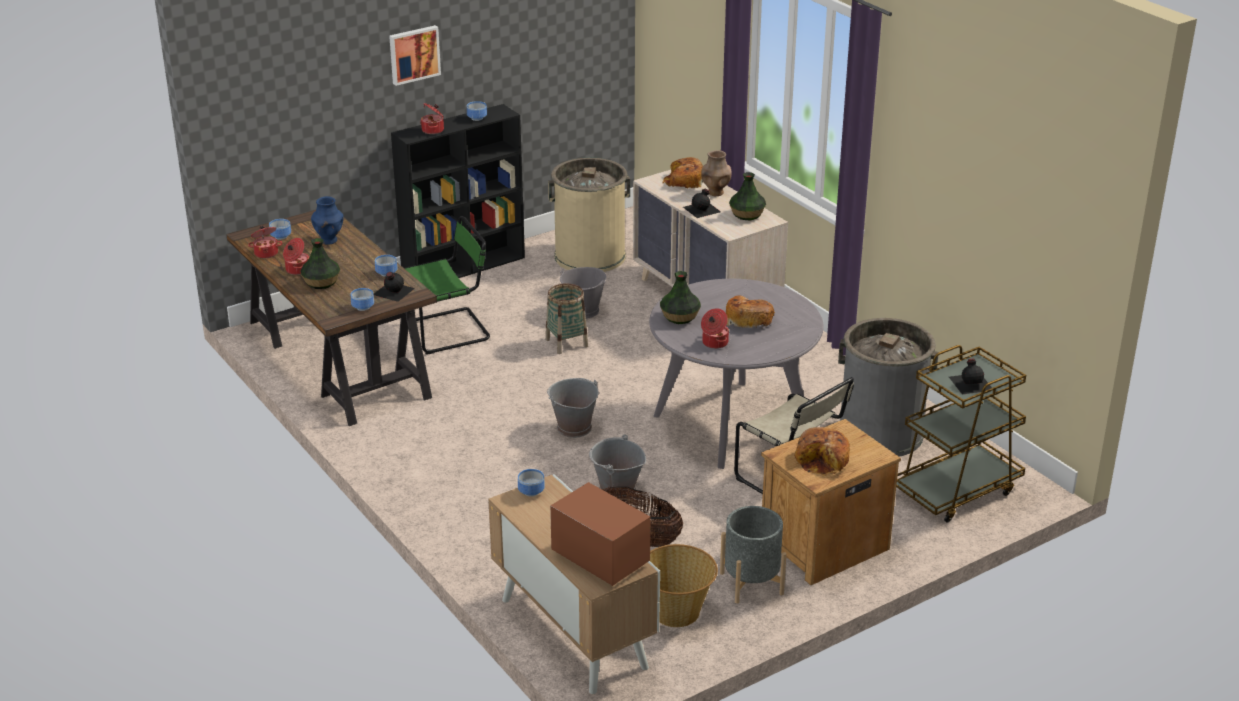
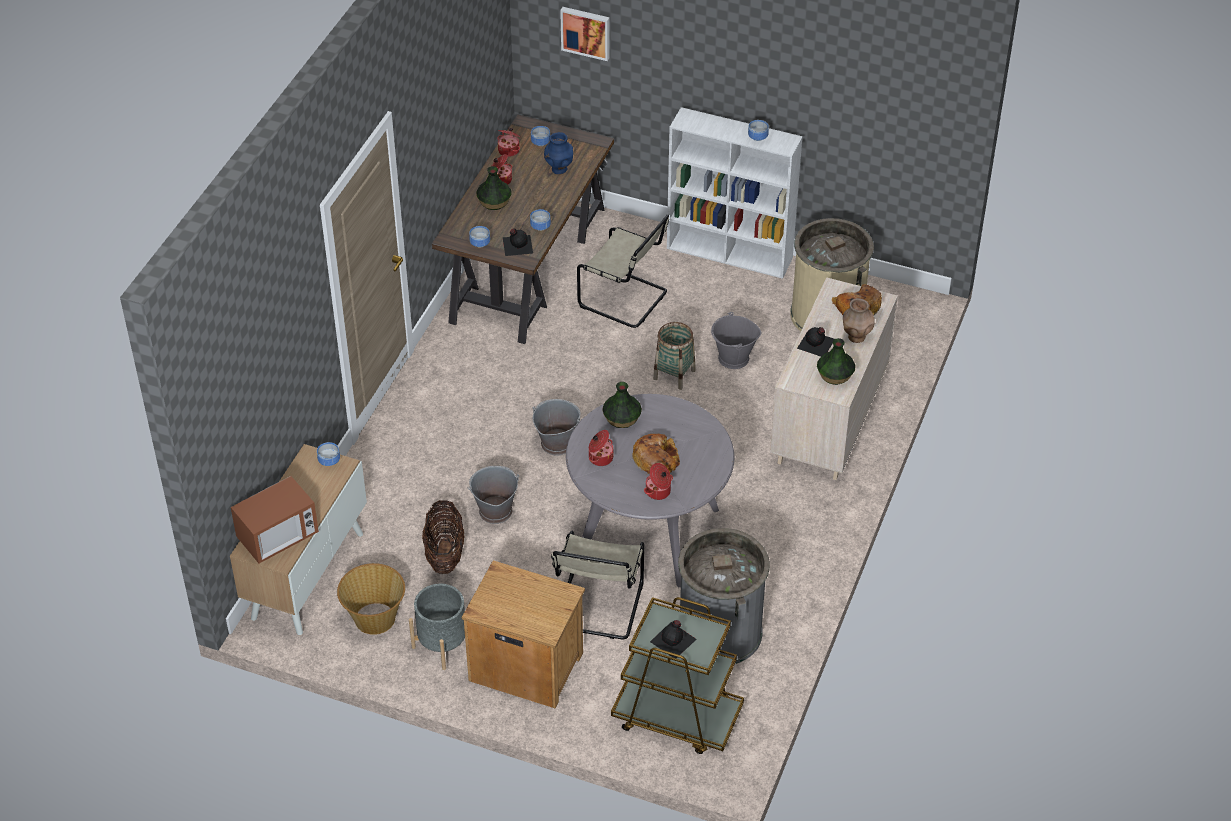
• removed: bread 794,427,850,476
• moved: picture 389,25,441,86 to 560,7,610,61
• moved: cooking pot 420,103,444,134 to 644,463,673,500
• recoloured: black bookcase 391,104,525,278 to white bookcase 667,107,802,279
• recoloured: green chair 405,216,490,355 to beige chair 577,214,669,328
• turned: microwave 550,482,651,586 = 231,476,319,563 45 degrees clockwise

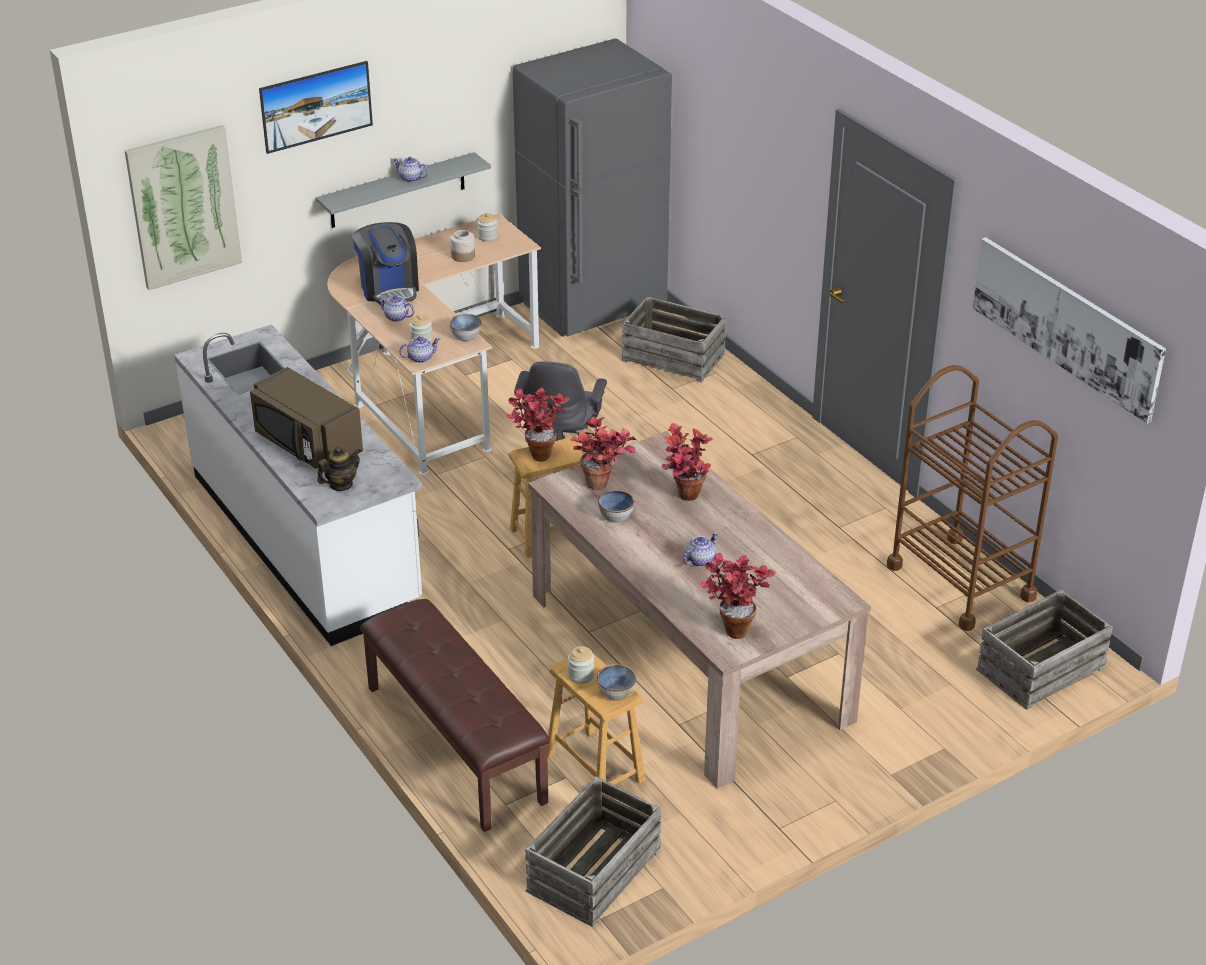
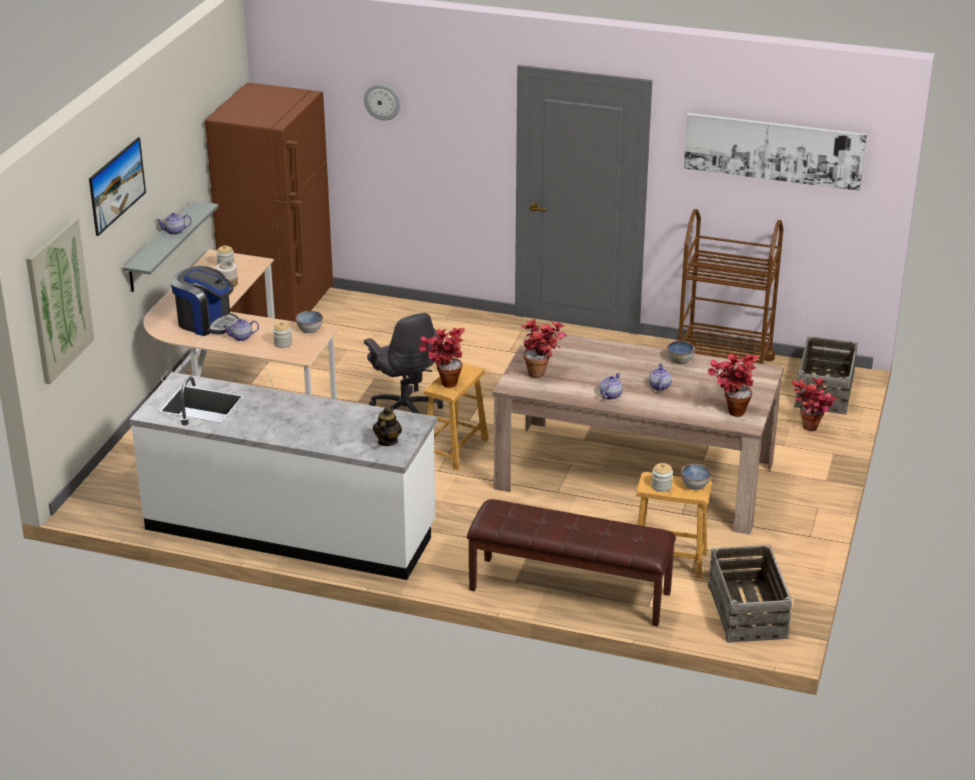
• removed: brown microwave 250,367,363,469
• removed: crate 622,296,726,382
• added: wall clock 364,84,400,121
• moved: teapot 399,336,440,363 to 600,373,623,400
• moved: bowl 598,490,635,523 to 667,341,695,364
• moved: potted plant 662,423,713,501 to 792,377,839,431
• recoloured: grey fridge 512,39,672,337 to brown fridge 205,82,333,322

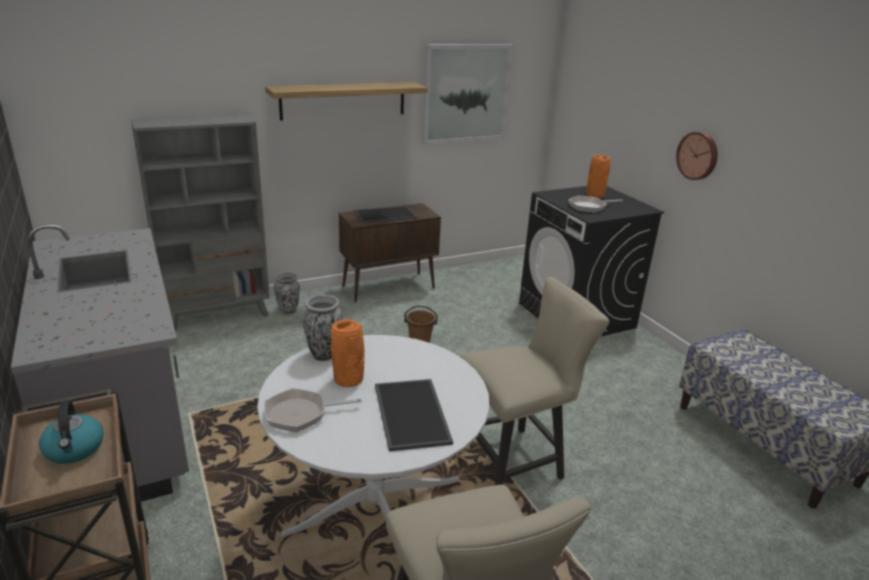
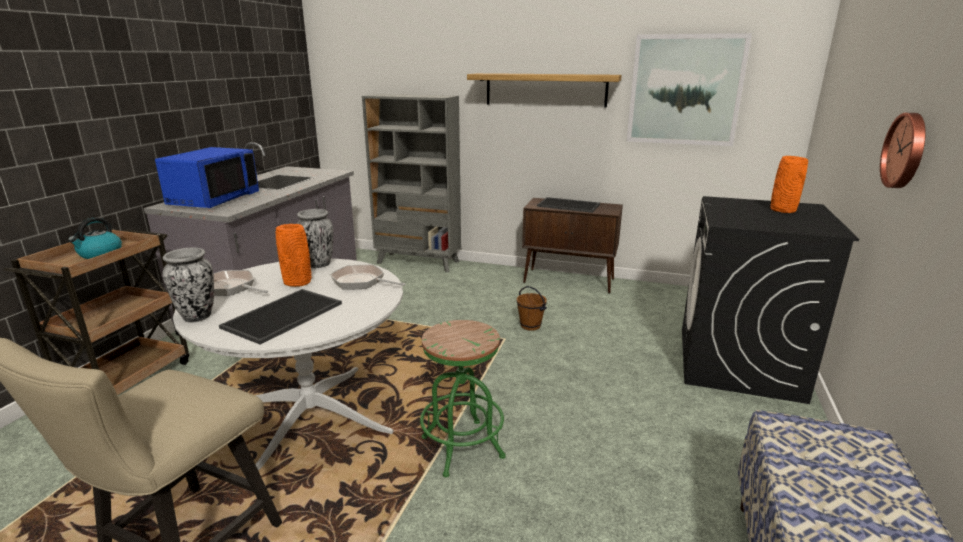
• added: blue microwave 155,147,259,208
• moved: vase 274,272,300,314 to 162,248,214,322
• moved: frying pan 568,195,623,213 to 330,265,406,290
• replaced: beige chair 460,277,609,485 to green stool 420,320,506,477

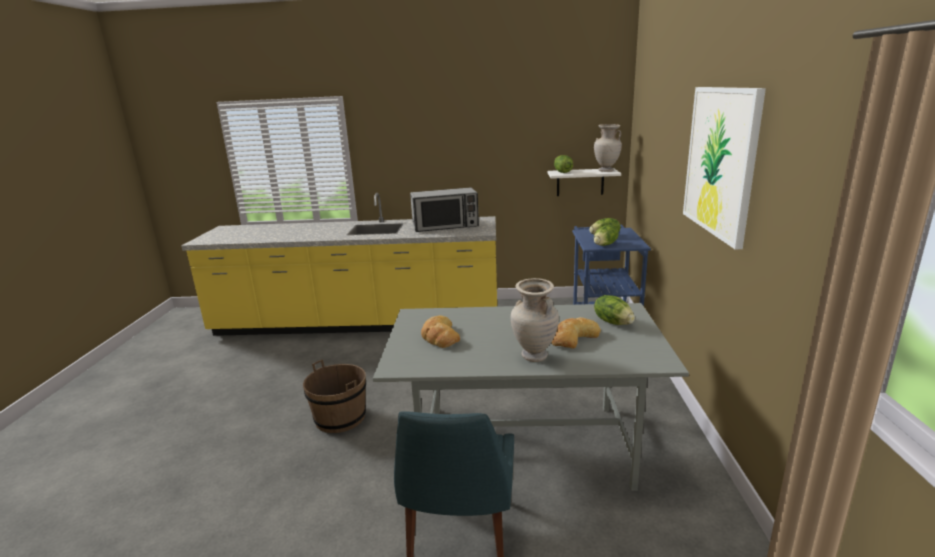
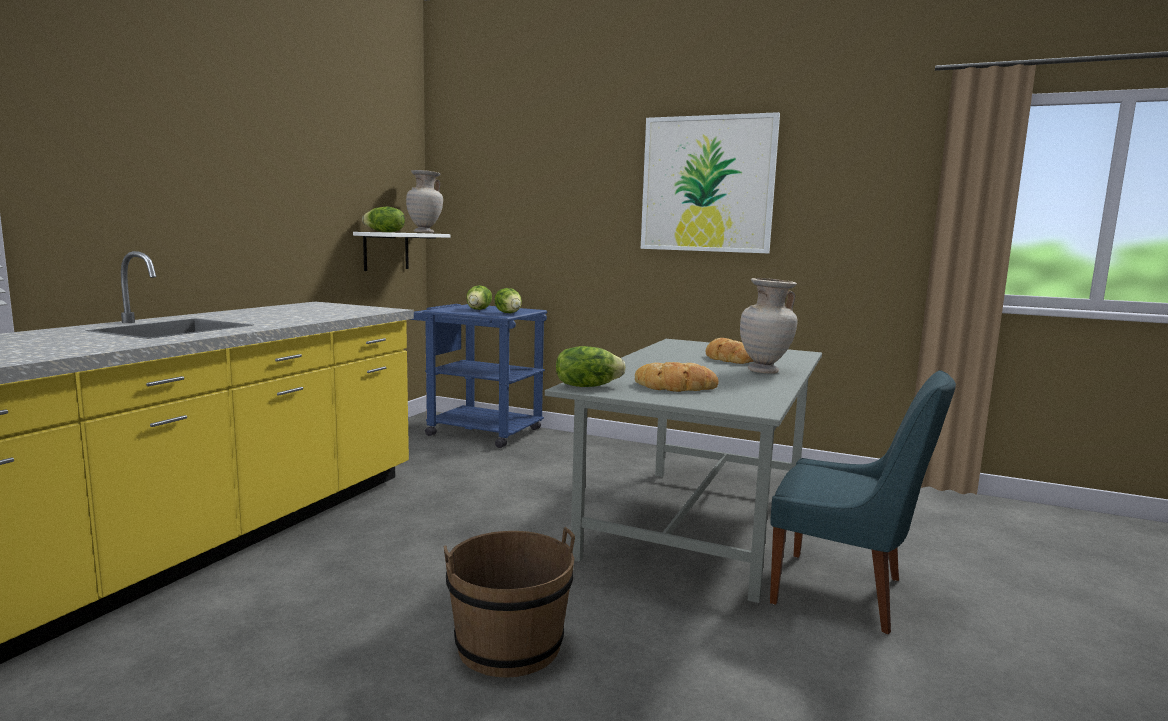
• removed: microwave 410,188,479,232
• moved: lettuce 594,295,635,325 to 556,346,626,387

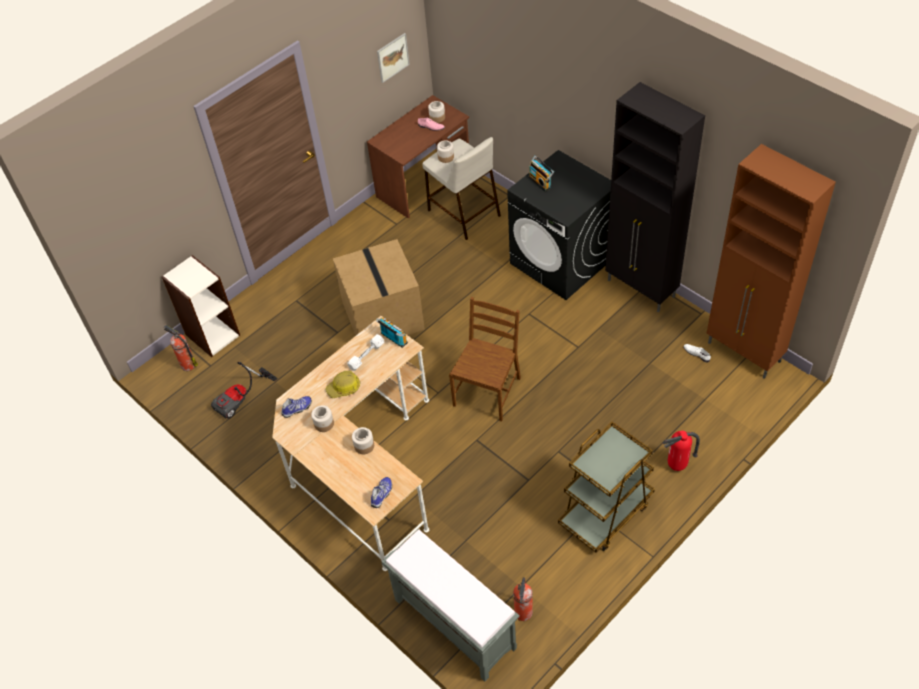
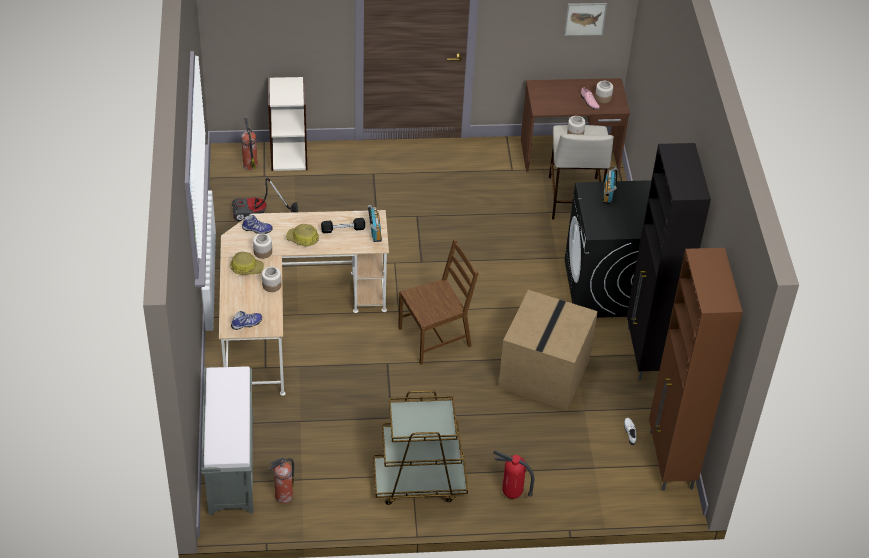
• added: hard hat 230,252,264,275
• moved: cardboard box 333,239,425,335 to 498,290,598,410
• recoloured: white dumbbell 348,334,384,371 to black dumbbell 321,218,365,233

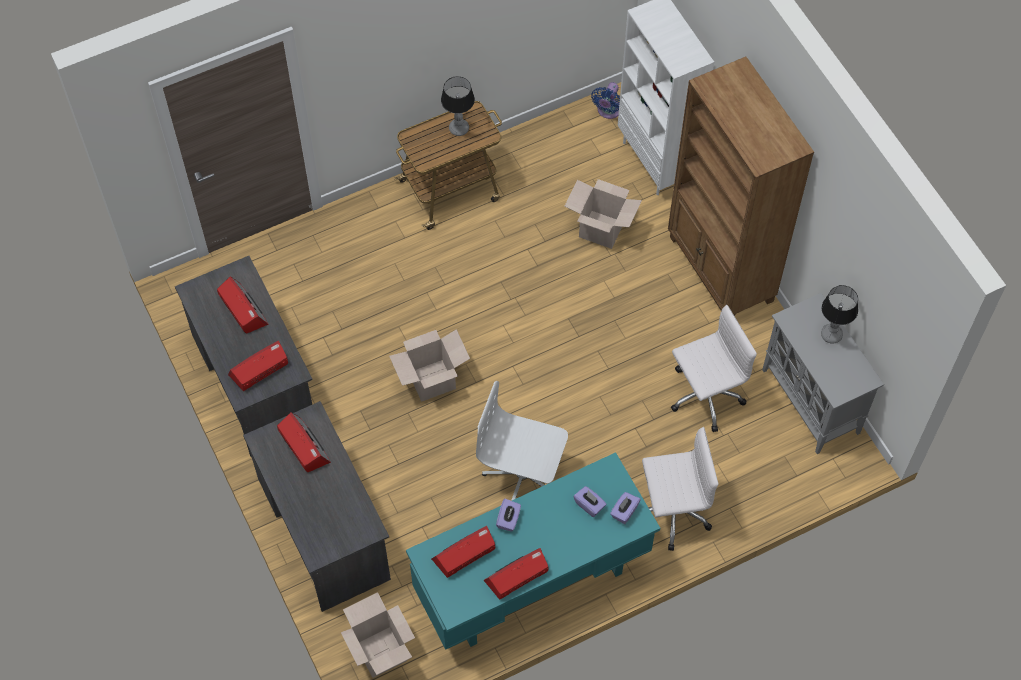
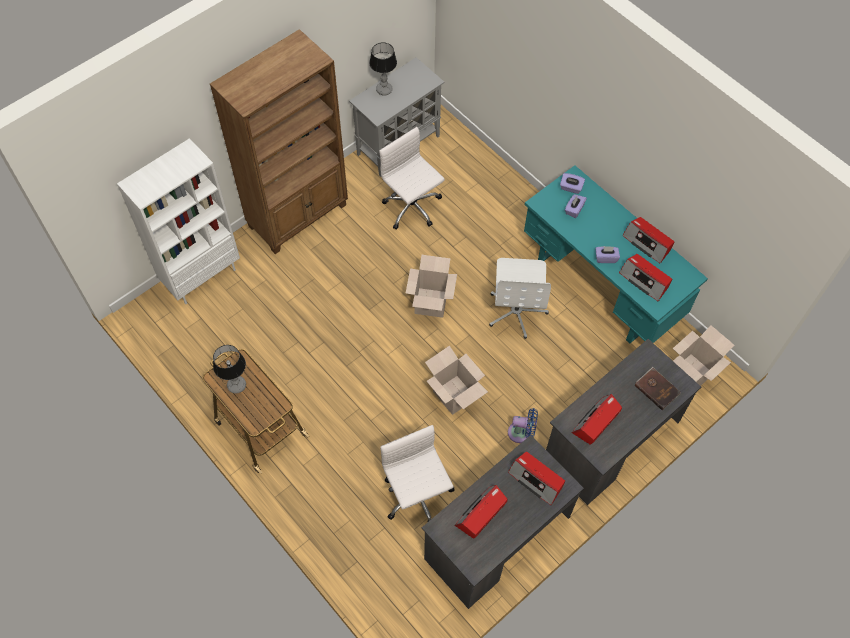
• added: brown book 635,367,681,410
• moved: cardboard box 565,179,642,249 to 406,255,457,318
• moved: blue fan 591,82,620,119 to 508,408,538,443
• moved: white office chair 642,427,719,551 to 380,425,454,522

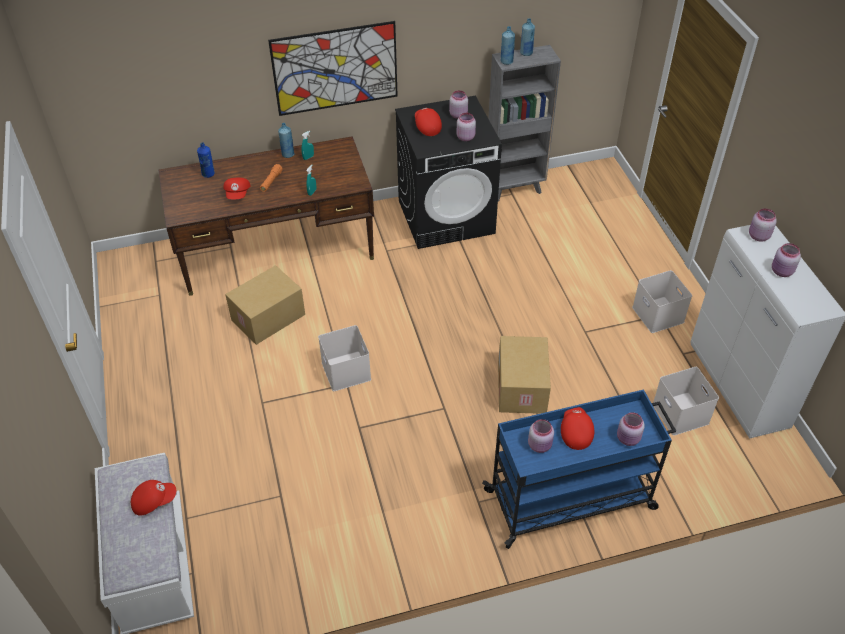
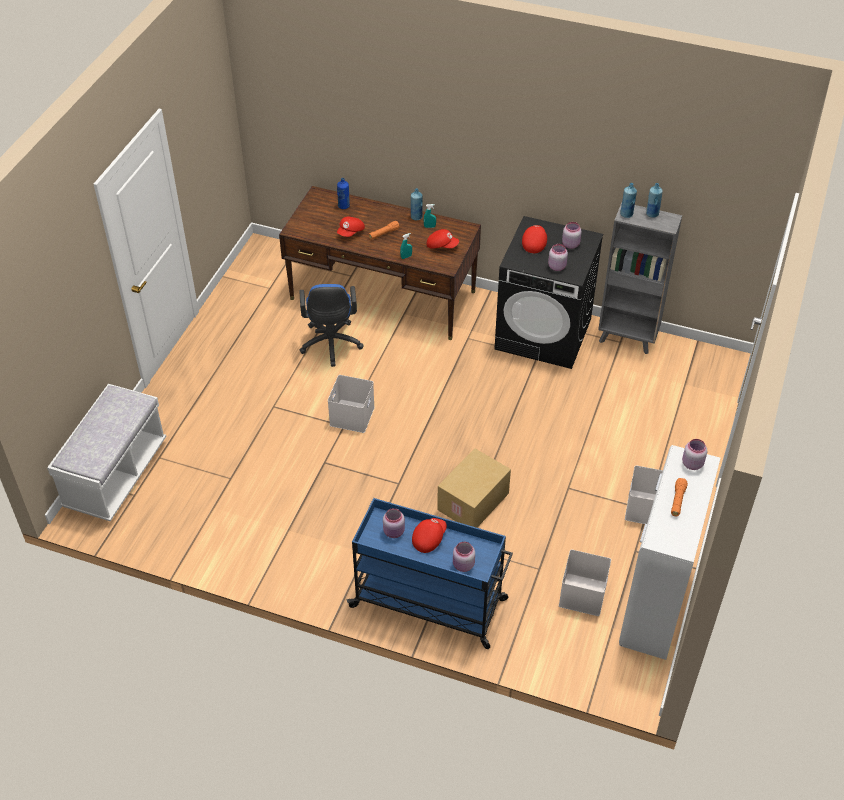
• removed: picture 268,21,398,116
• moved: red cap 131,480,176,516 to 427,229,459,249
• replaced: cardboard box 225,265,305,345 to blue office chair 299,284,364,367
• replaced: pink jar 772,243,801,277 to orange flashlight 671,478,688,516

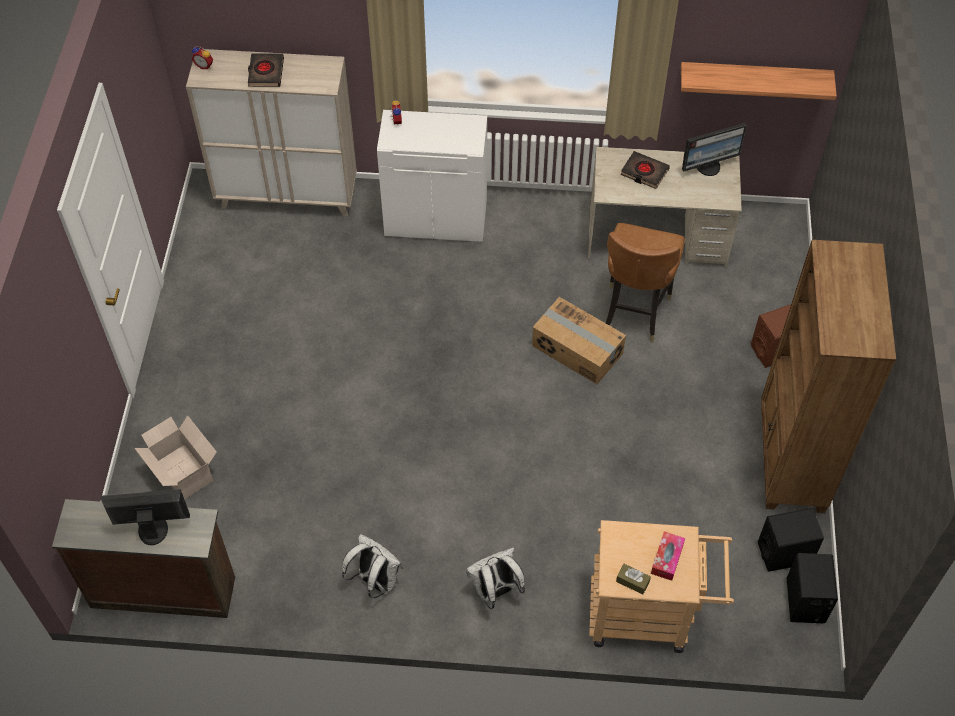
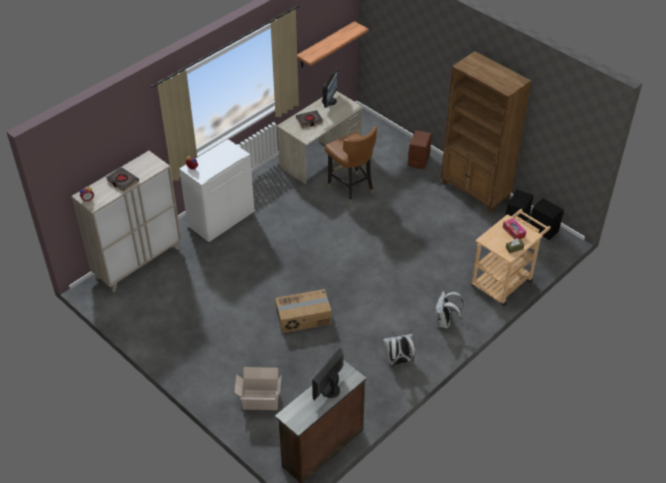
• moved: cardboard box 532,297,626,384 to 275,289,332,333

